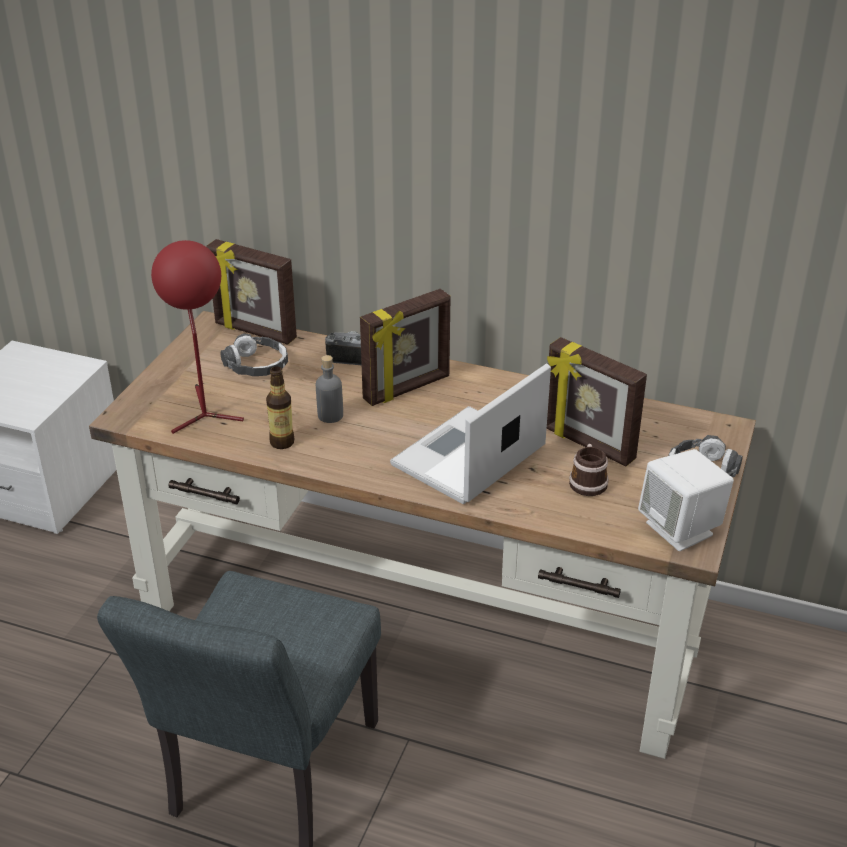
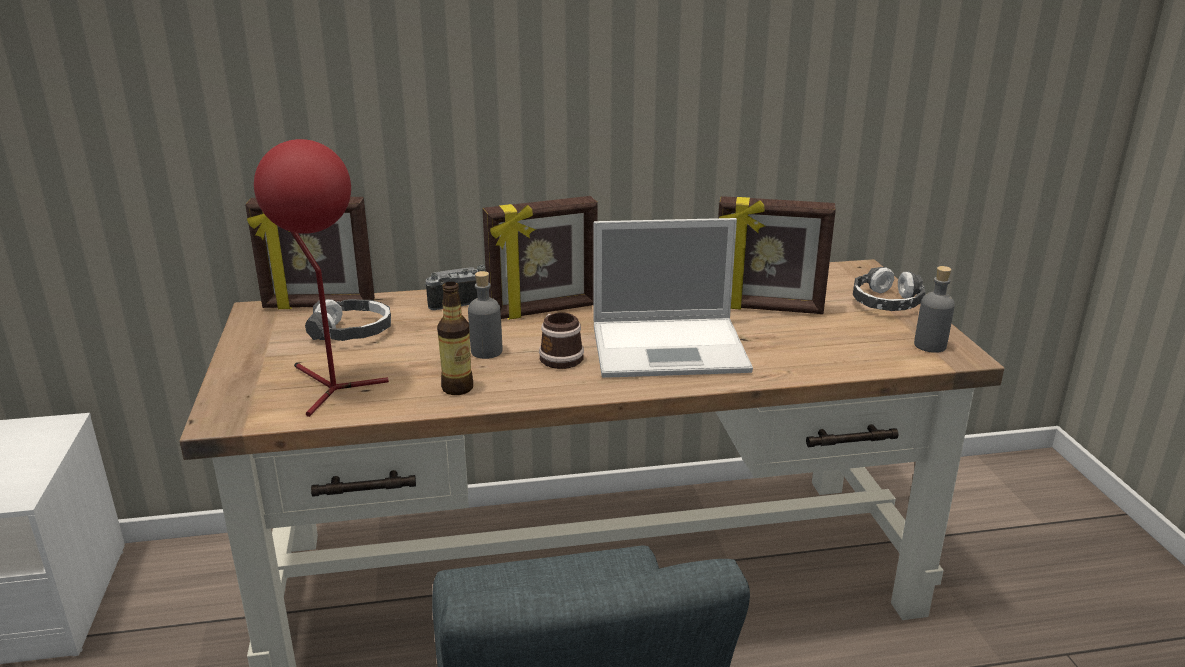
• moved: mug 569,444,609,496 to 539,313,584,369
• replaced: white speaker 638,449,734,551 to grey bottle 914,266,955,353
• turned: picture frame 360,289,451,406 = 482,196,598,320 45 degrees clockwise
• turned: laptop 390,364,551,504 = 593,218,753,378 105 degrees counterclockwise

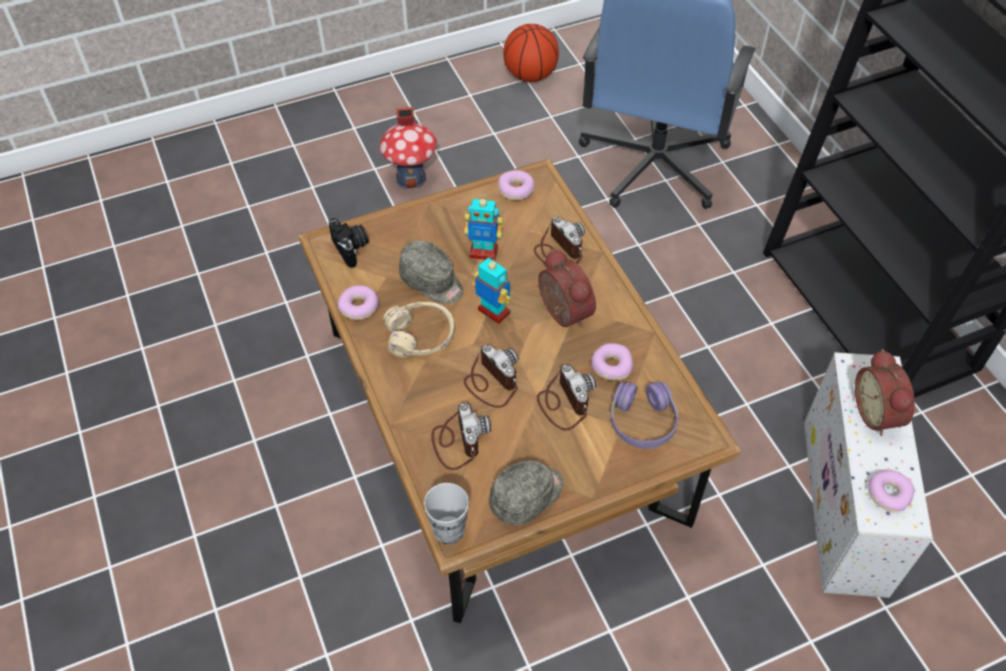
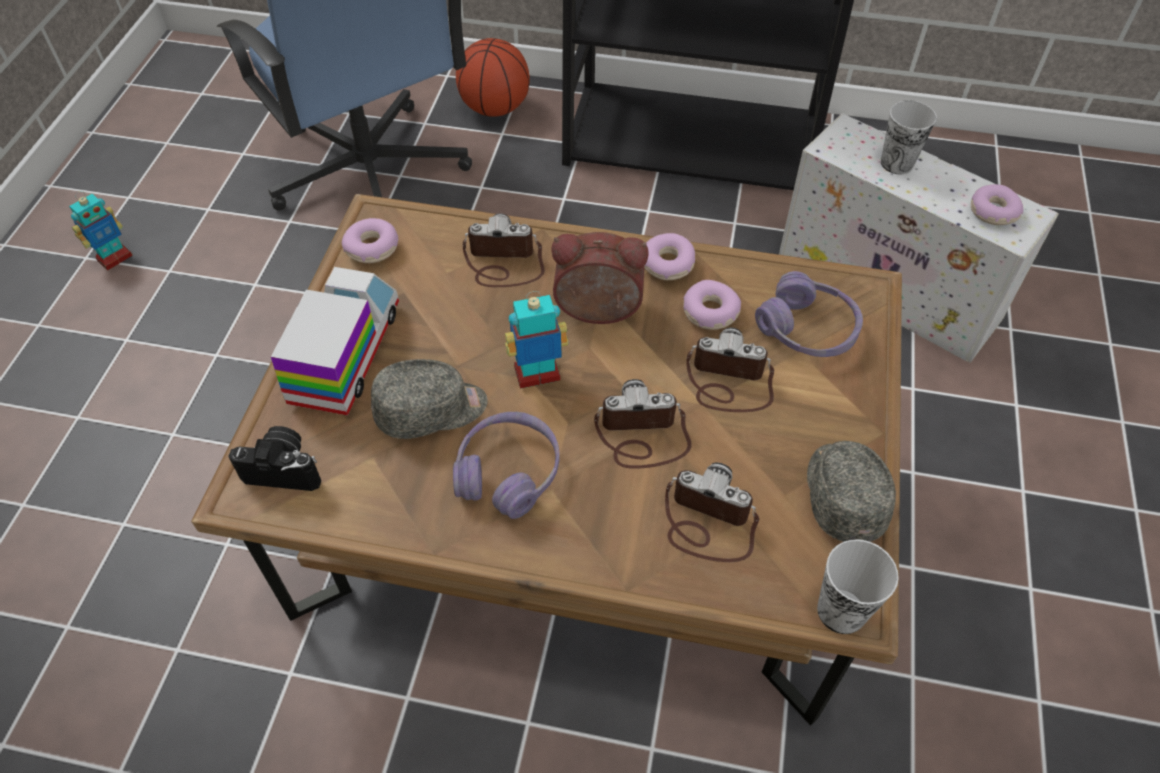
• removed: toy house 379,107,436,189
• added: toy truck 271,267,399,416
• moved: donut 338,285,379,320 to 644,233,695,280
• moved: toy robot 464,195,503,261 to 69,191,133,271
• moved: basketball 503,24,559,82 to 456,38,530,117
• replaced: alarm clock 855,349,915,436 to cup 881,100,937,175
• recoloured: beige headphones 383,302,455,357 to purple headphones 453,412,560,519

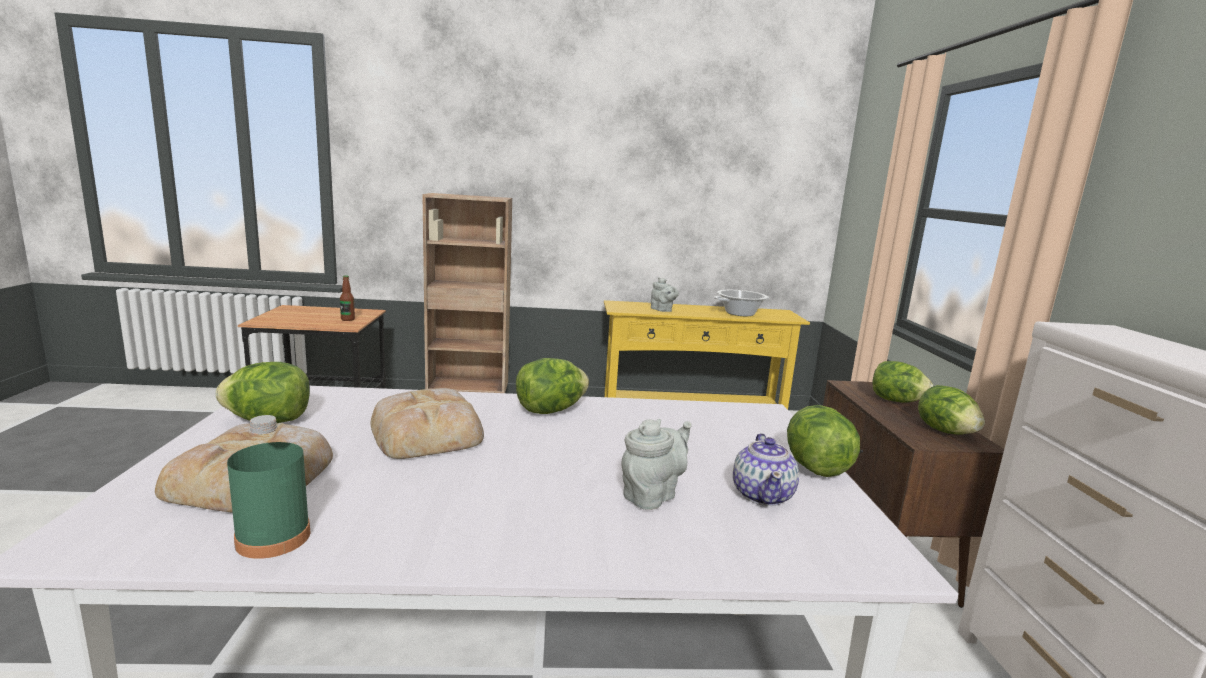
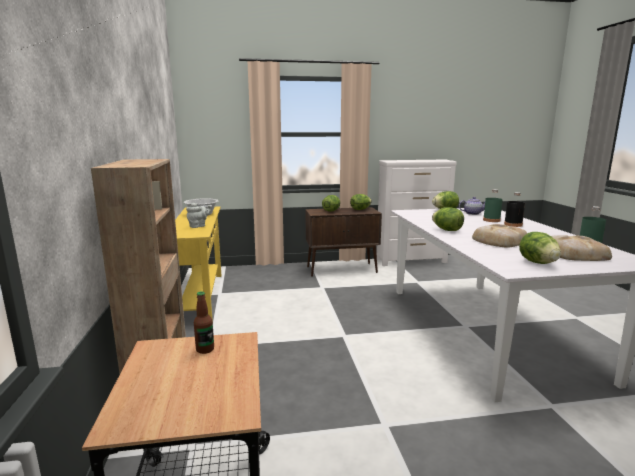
• added: black bottle 504,192,525,227
• replaced: grey teapot 621,419,692,510 to green bottle 483,189,503,222

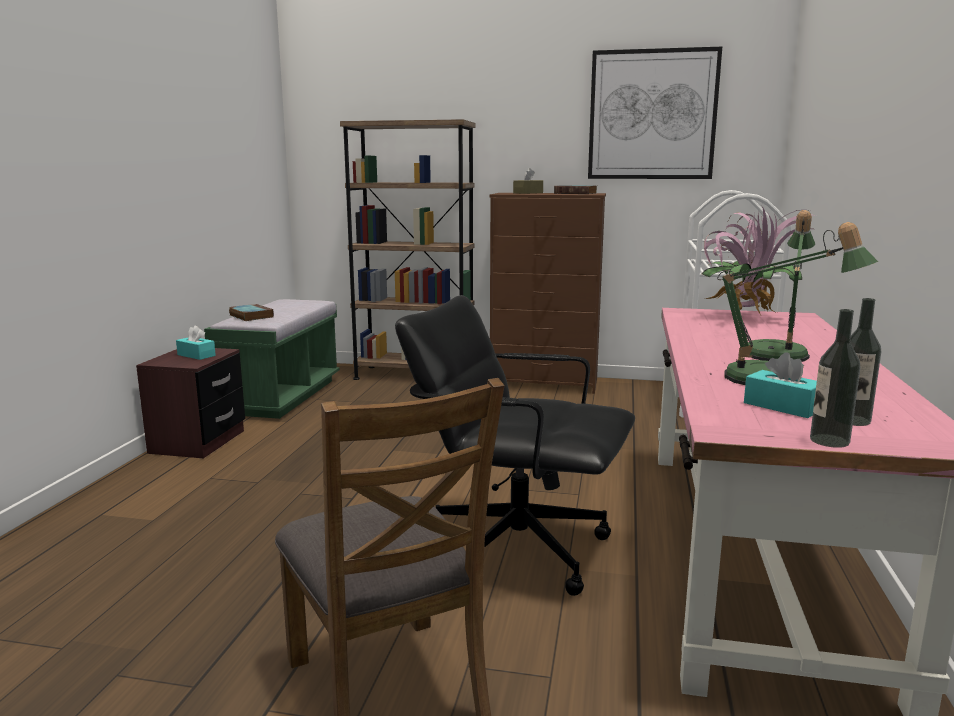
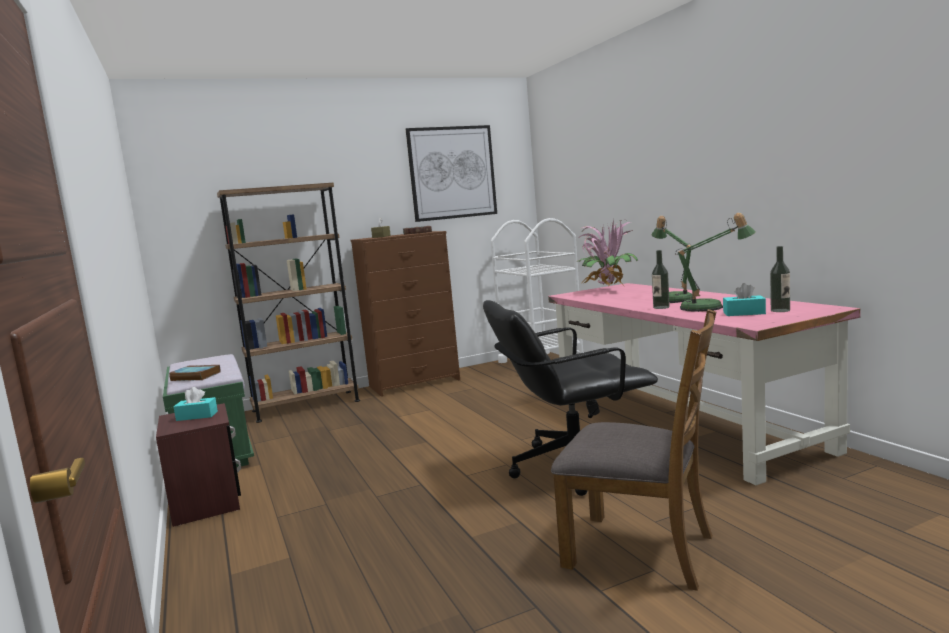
• moved: bottle 810,309,861,448 to 652,250,670,309

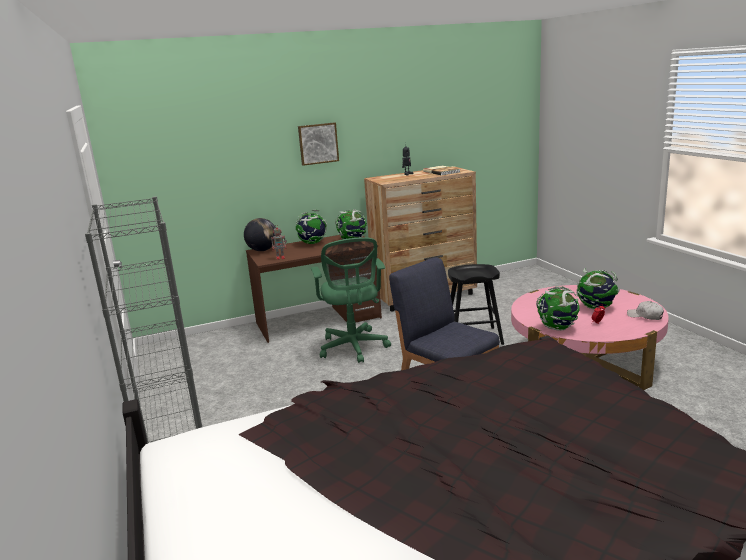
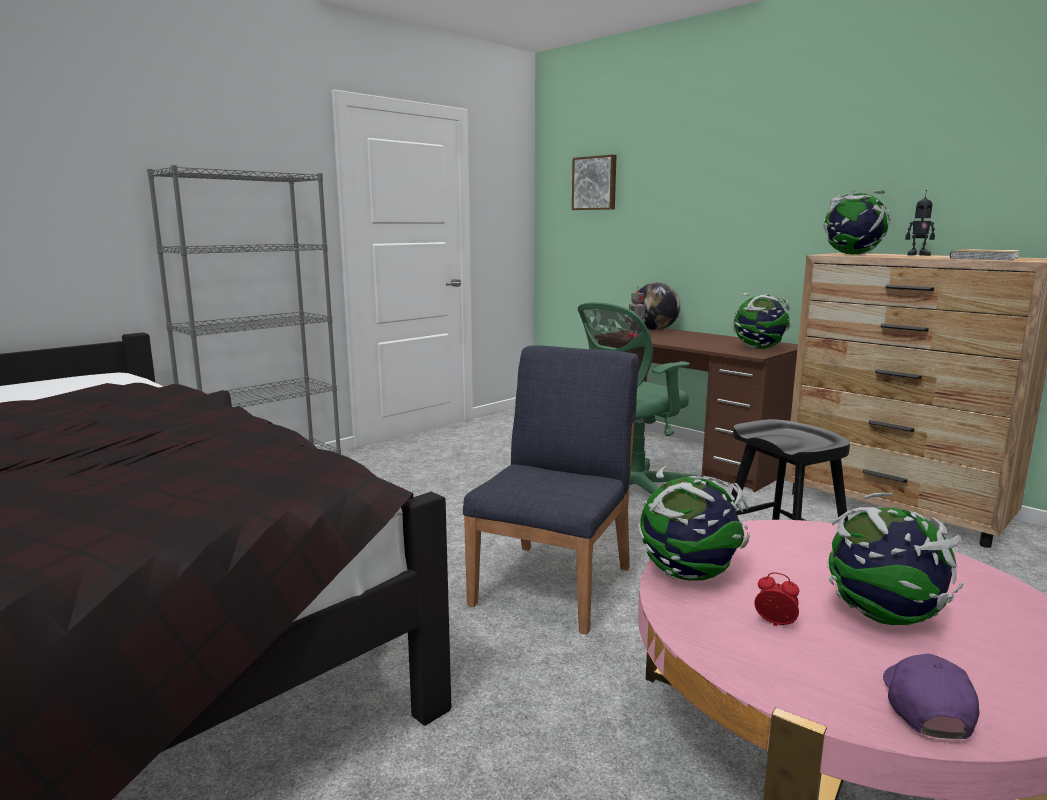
• moved: globe 296,210,327,244 to 824,190,890,255
• moved: picture 298,122,339,166 to 572,154,616,210
• recoloured: white cap 627,301,664,320 to purple cap 883,654,979,739

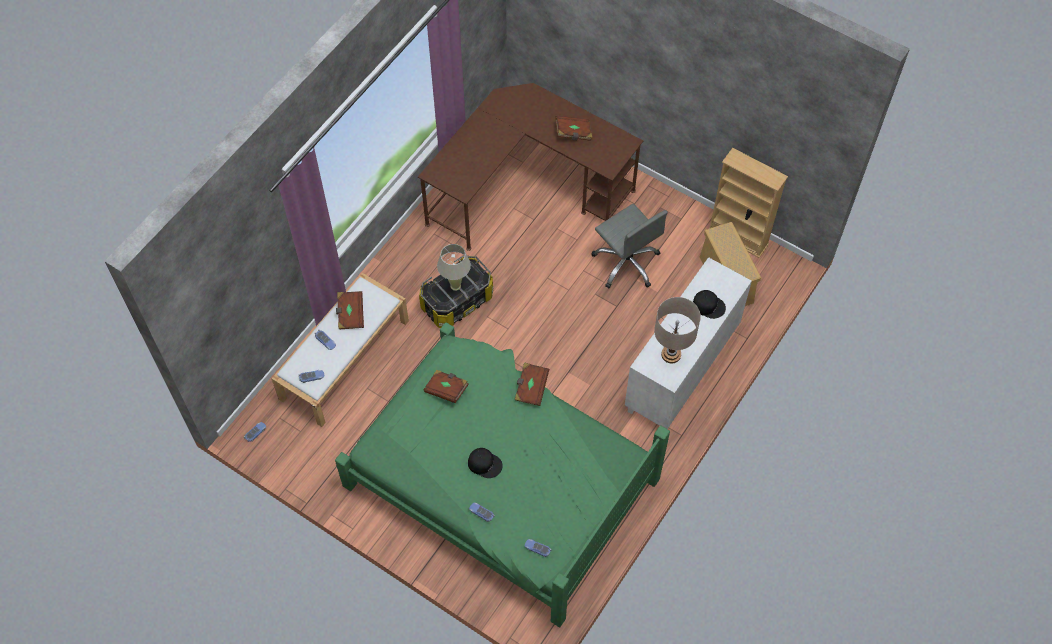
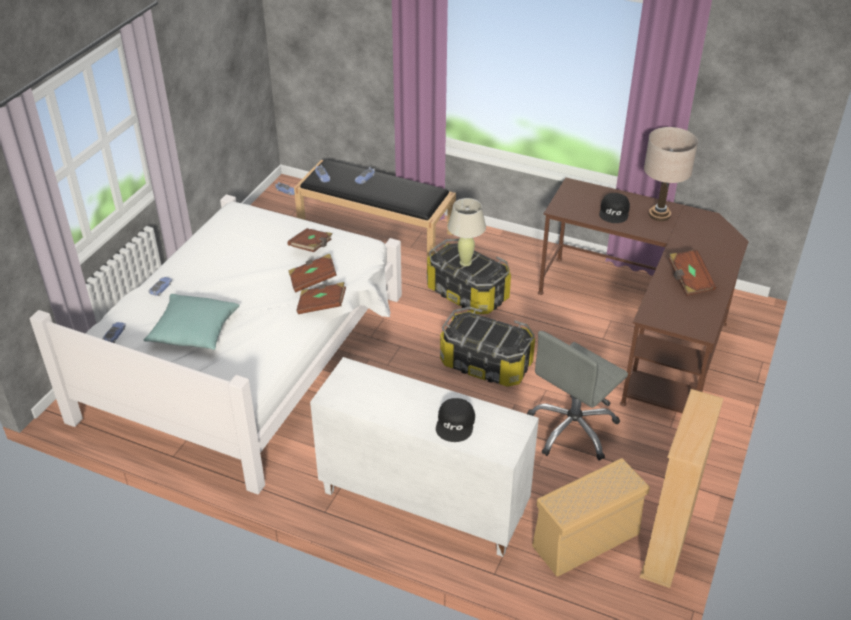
• added: turquoise pillow 144,294,240,350
• added: storage box 440,307,535,387
• moved: brown book 336,291,364,329 to 289,254,337,293
• moved: black cap 468,448,503,478 to 599,193,630,223
• moved: beige table lamp 654,297,701,364 to 644,127,698,221
• recoloured: white bench 272,273,409,427 to black bench 294,160,456,257
• recoloured: green bed 335,322,670,627 to white bed 30,194,402,495

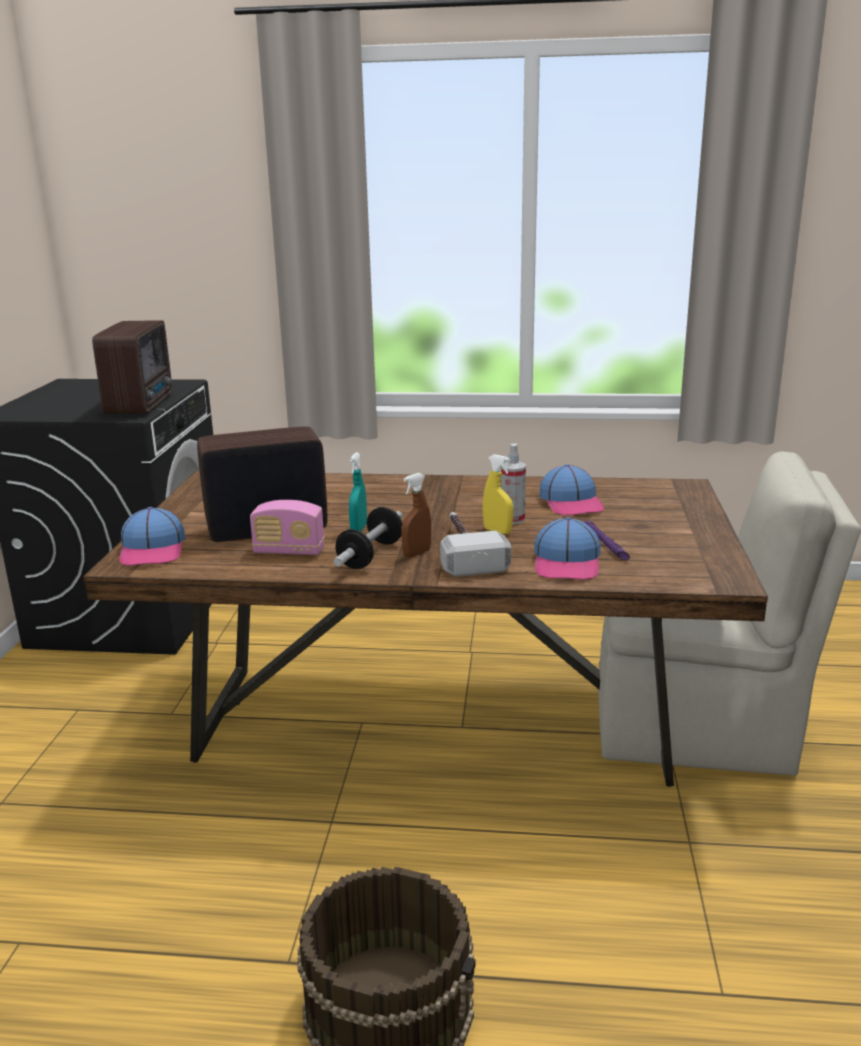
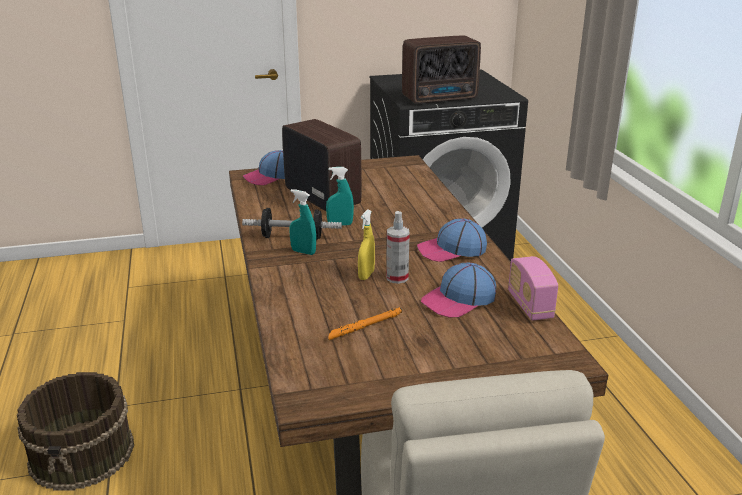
• removed: hammer 440,512,511,577
• moved: radio 250,500,324,555 to 508,256,558,321
• moved: cap 534,517,600,580 to 417,218,487,262
• recoloured: brown spray bottle 402,473,431,558 to turquoise spray bottle 289,189,316,255
• recoloured: purple flashlight 584,520,630,560 to orange flashlight 328,307,402,340

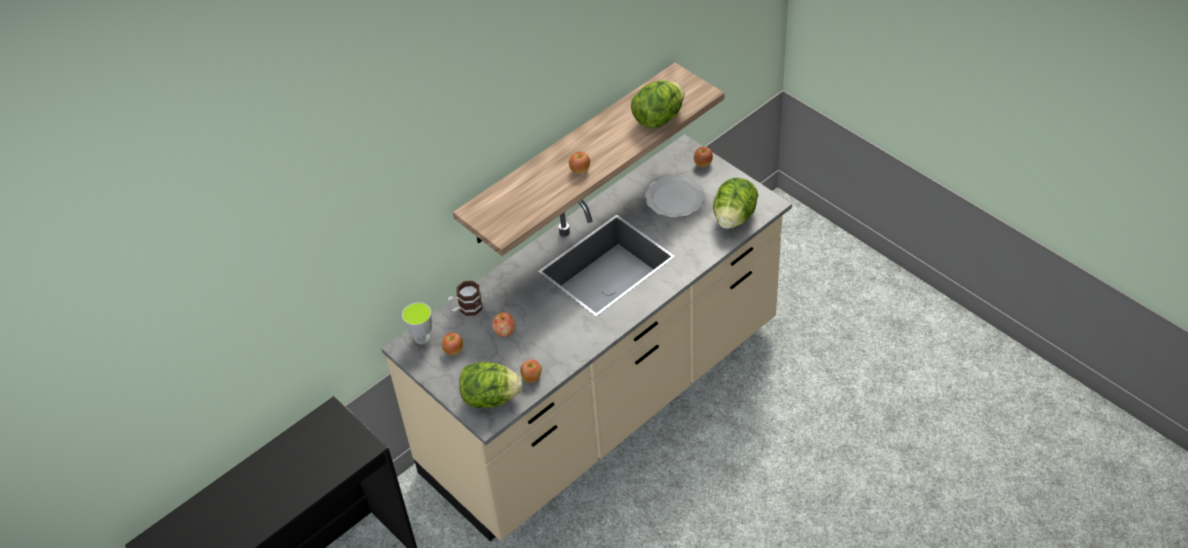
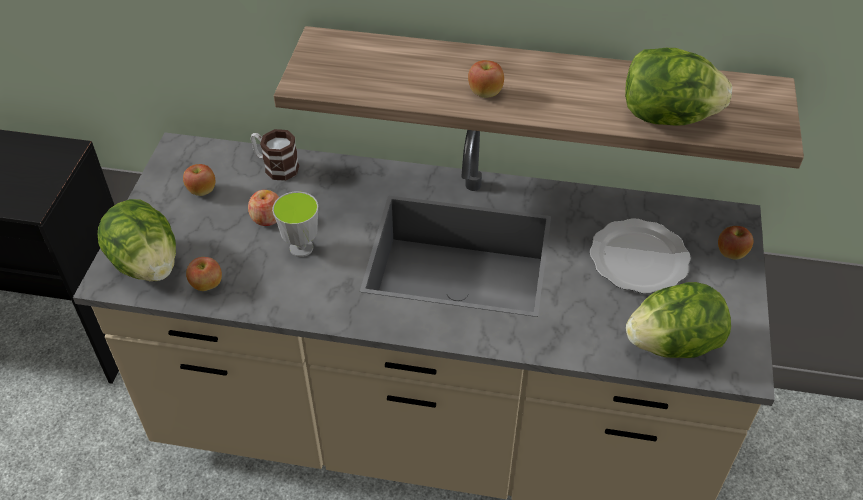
• moved: cup 402,302,432,344 to 272,191,318,257

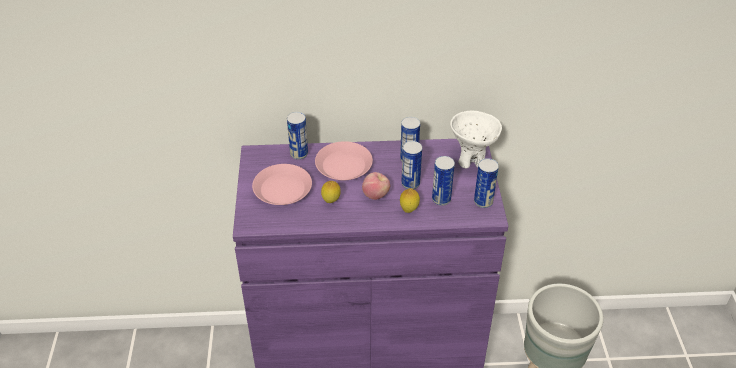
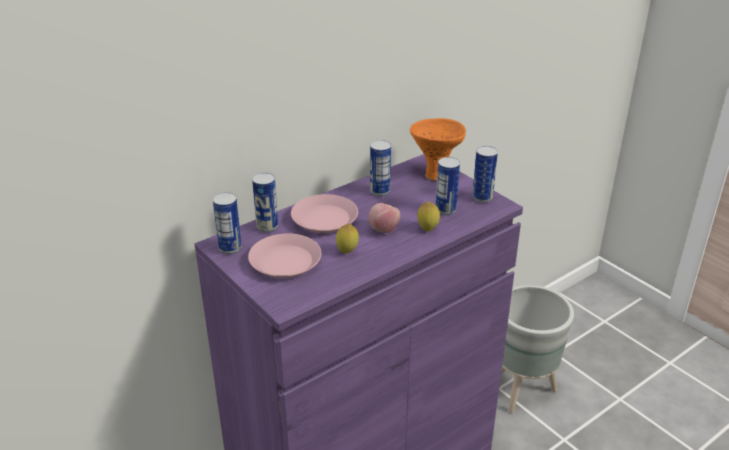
• moved: can 401,141,422,189 to 213,192,242,254
• recoloured: white bowl 450,111,502,168 to orange bowl 410,118,466,181

